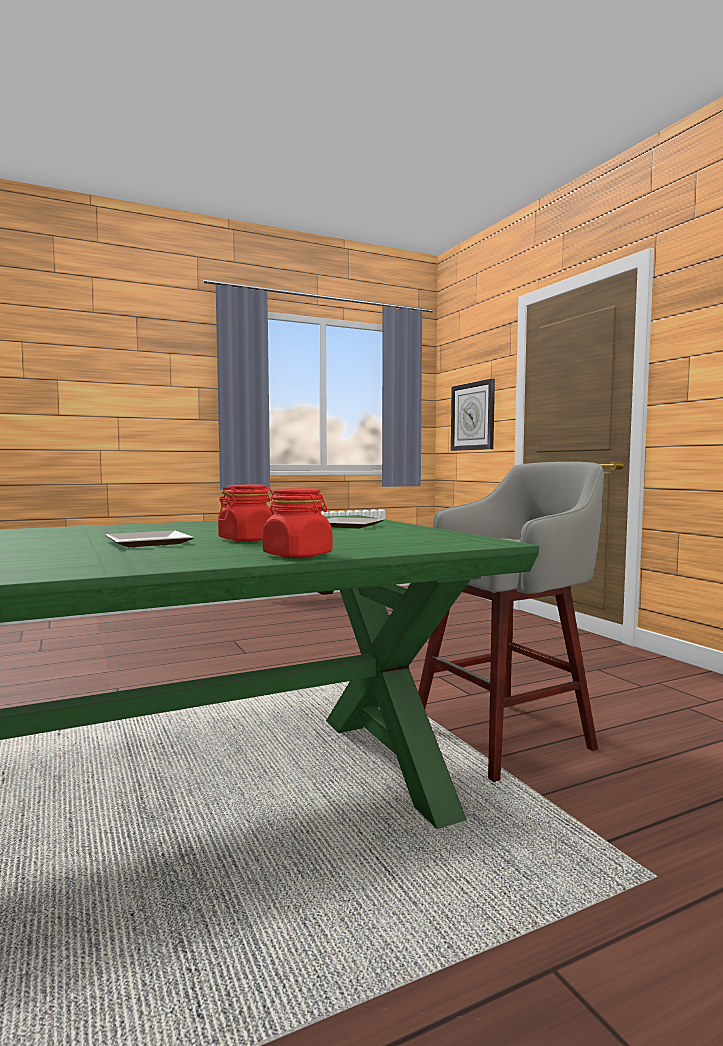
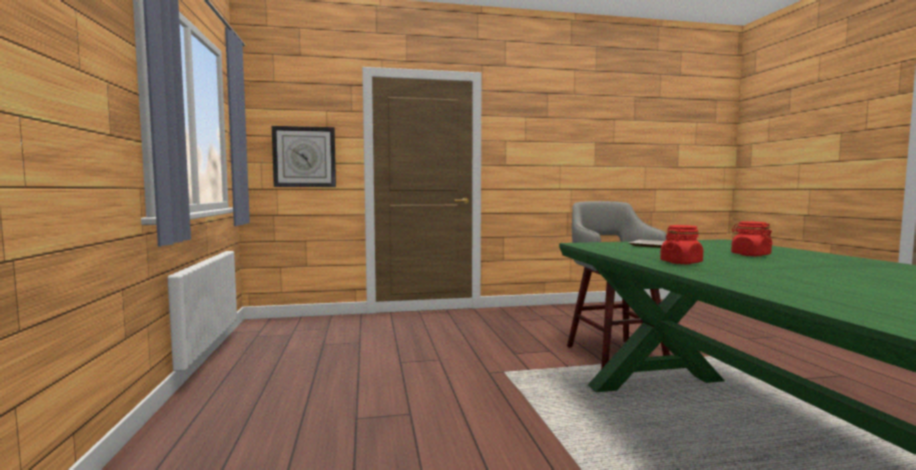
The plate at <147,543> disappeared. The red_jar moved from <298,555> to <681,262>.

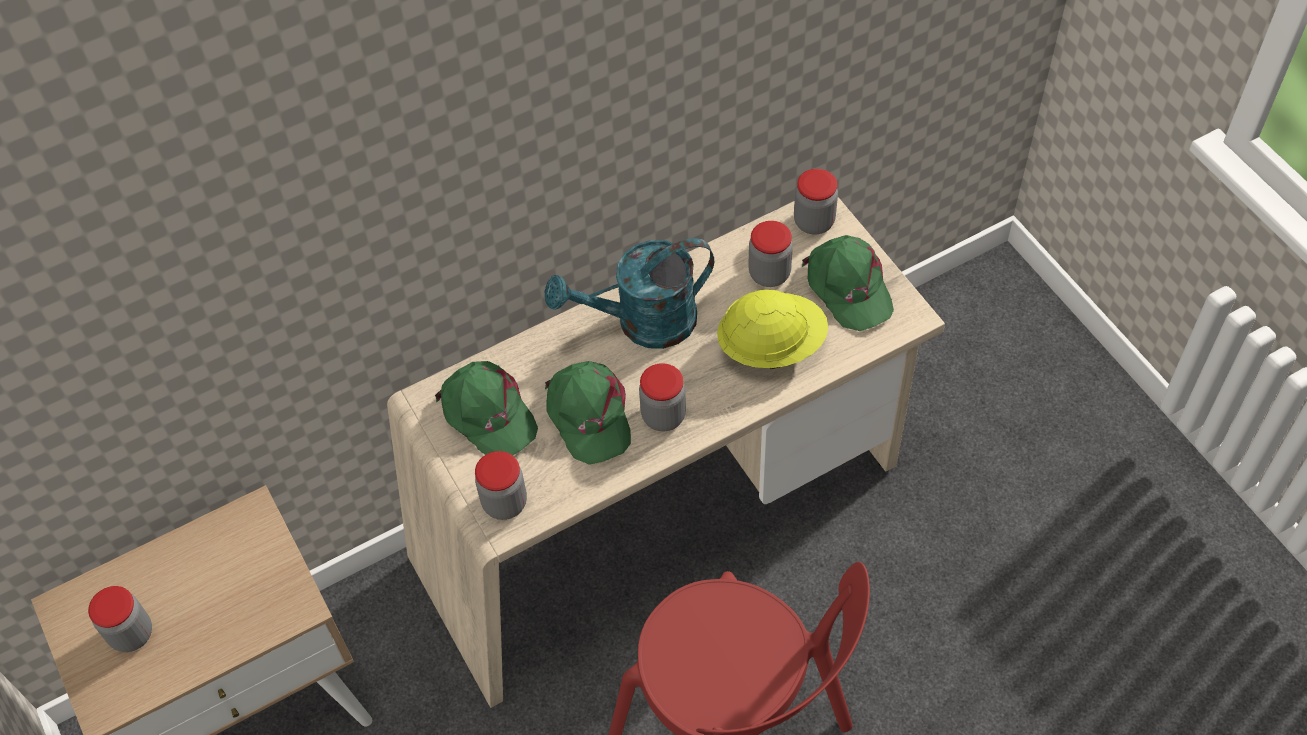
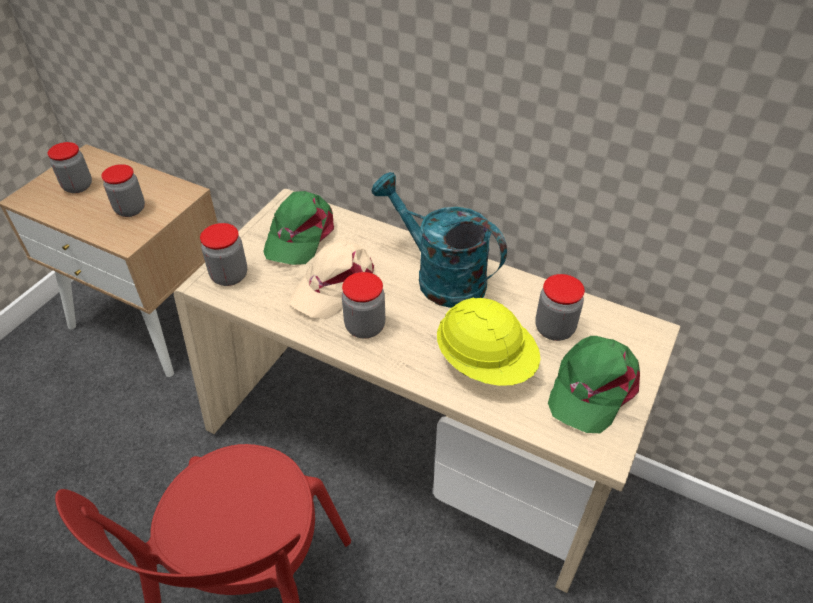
The green_cap at <588,415> became the beige_cap at <335,285>. The jar moved from <814,222> to <130,209>.

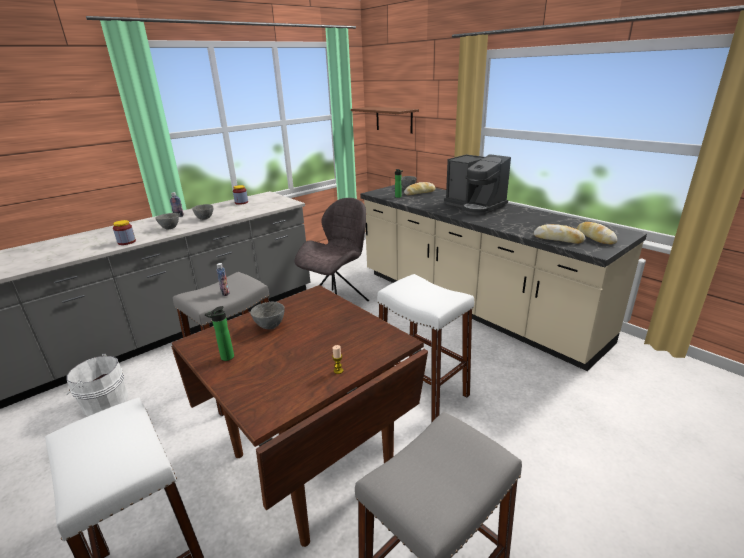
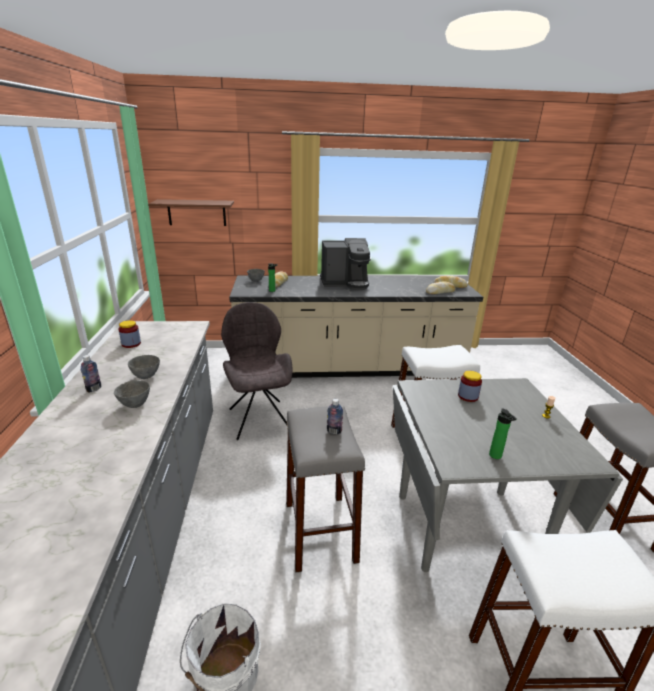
The jar moved from <126,242> to <468,396>. The brown_dining_table at <312,464> became the grey_dining_table at <466,526>. The grey_bowl at <270,326> disappeared.

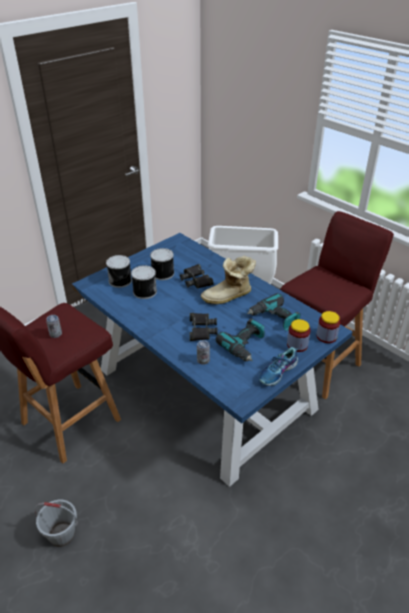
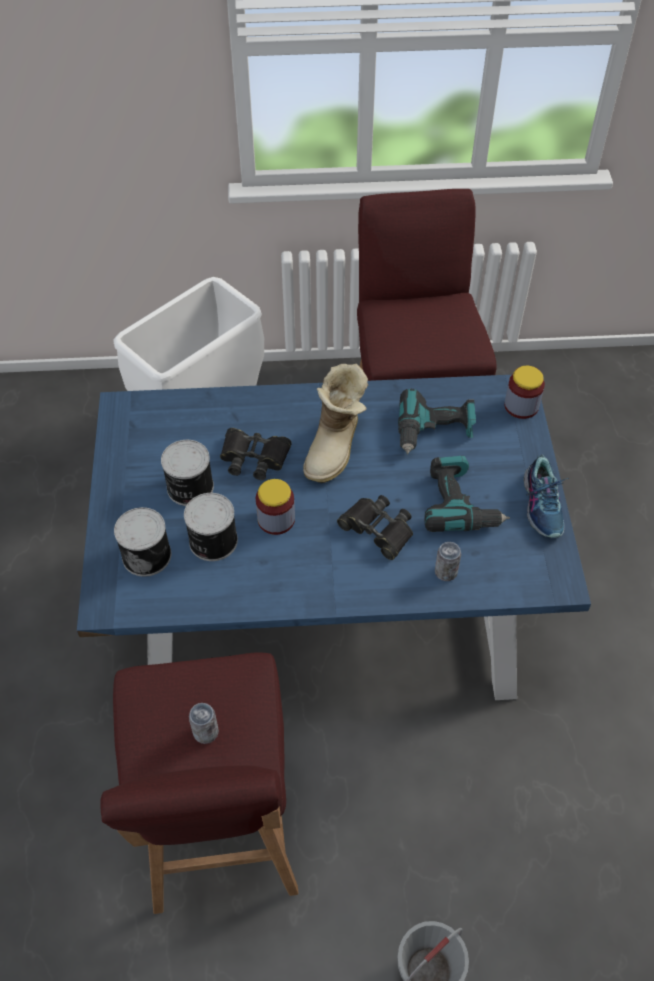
The jar moved from <297,345> to <276,519>.

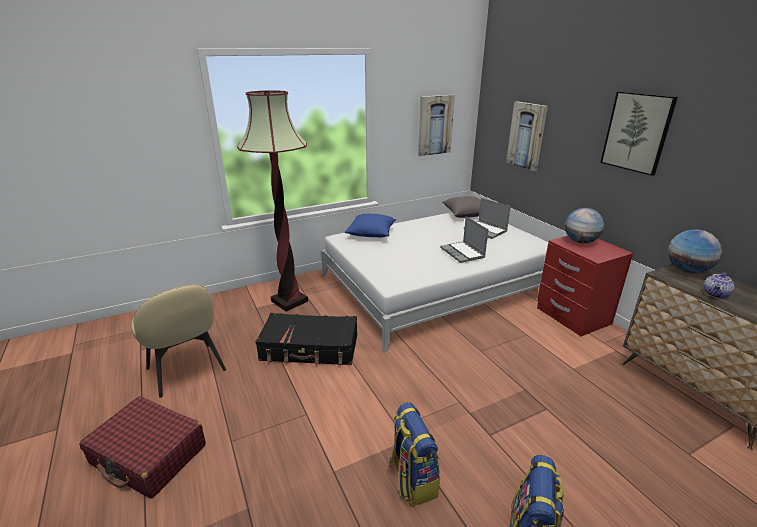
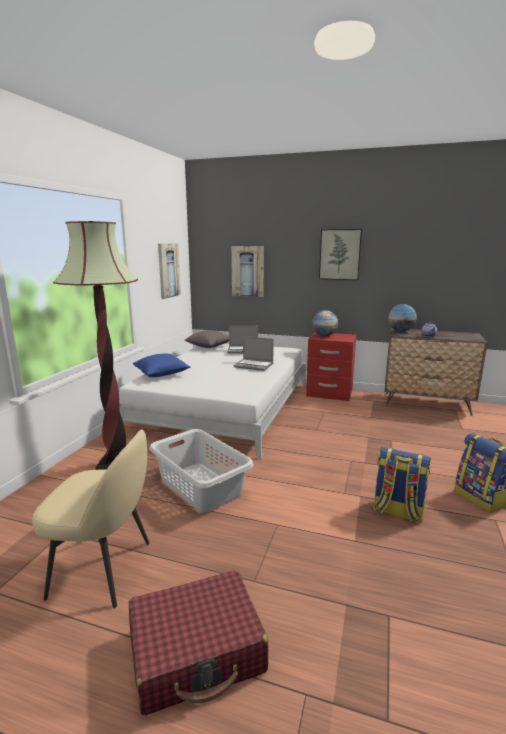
The black_suitcase at <310,348> was replaced by the grey_laundry_basket at <201,486>.

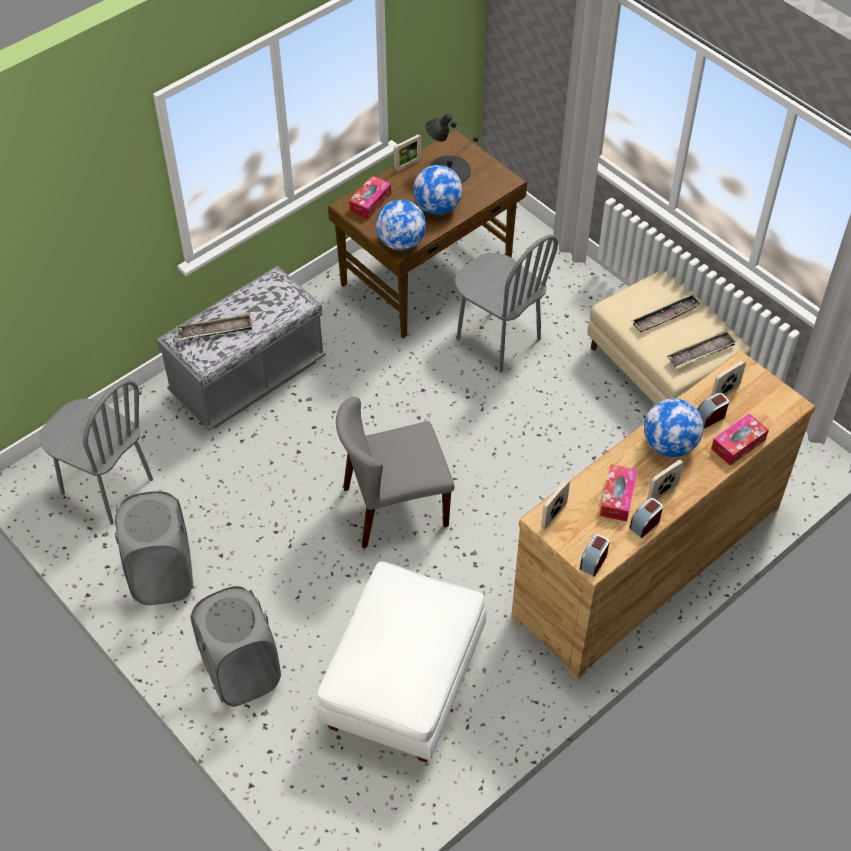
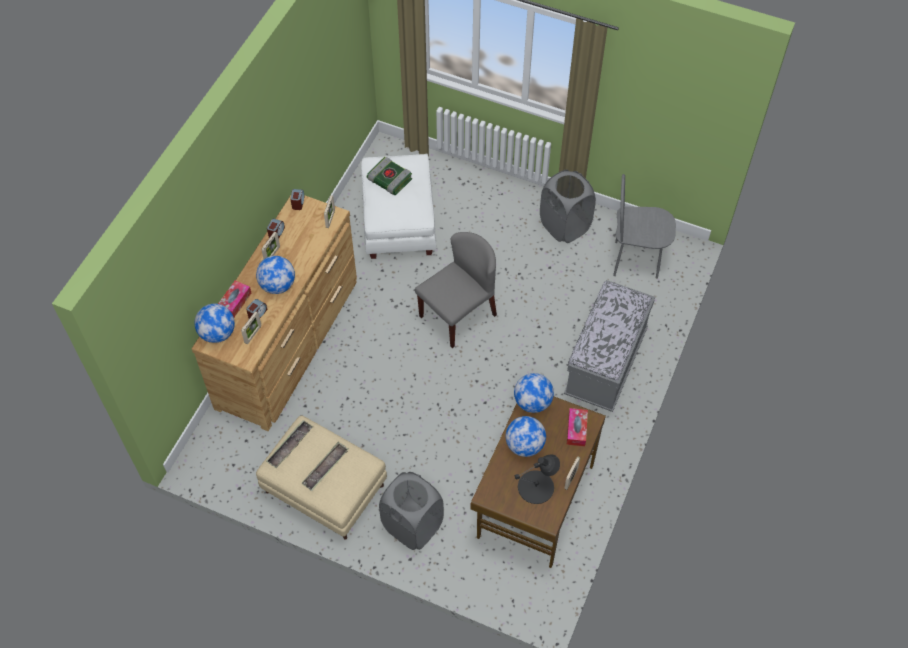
The tray at <215,330> disappeared. The grey_laundry_basket moved from <241,672> to <413,526>. The grey_chair at <498,340> disappeared. The tissue_box at <617,497> disappeared. The globe at <218,333> appeared. The book at <389,180> appeared.

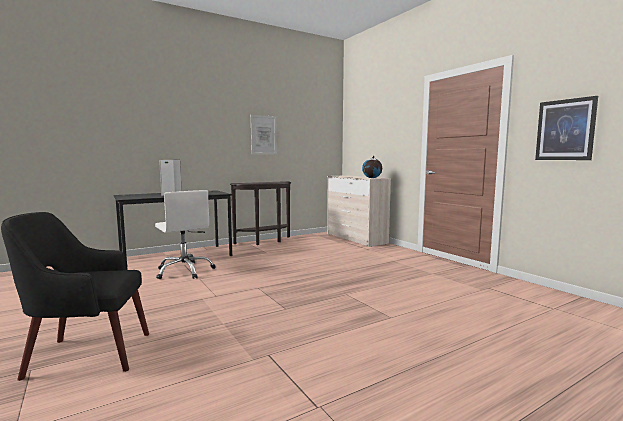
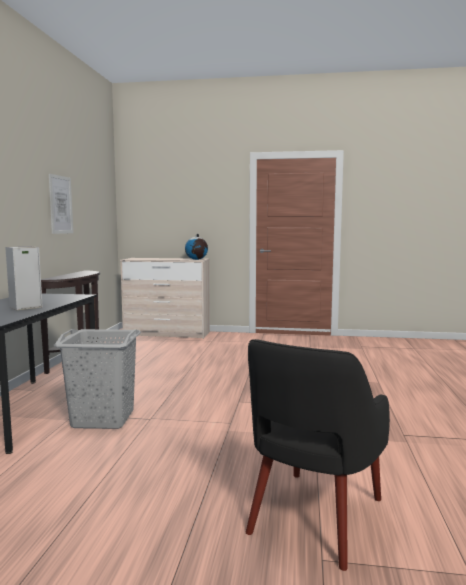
The white_office_chair at <185,271> was replaced by the grey_laundry_basket at <103,419>. The picture at <565,130> disappeared.

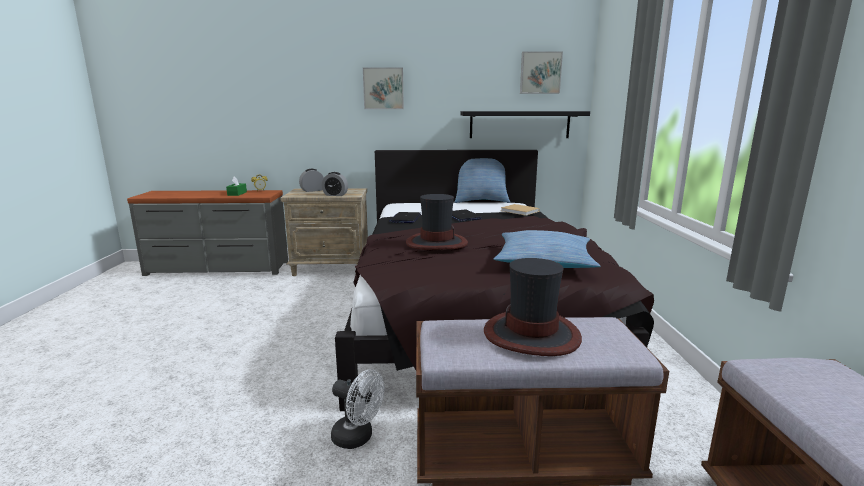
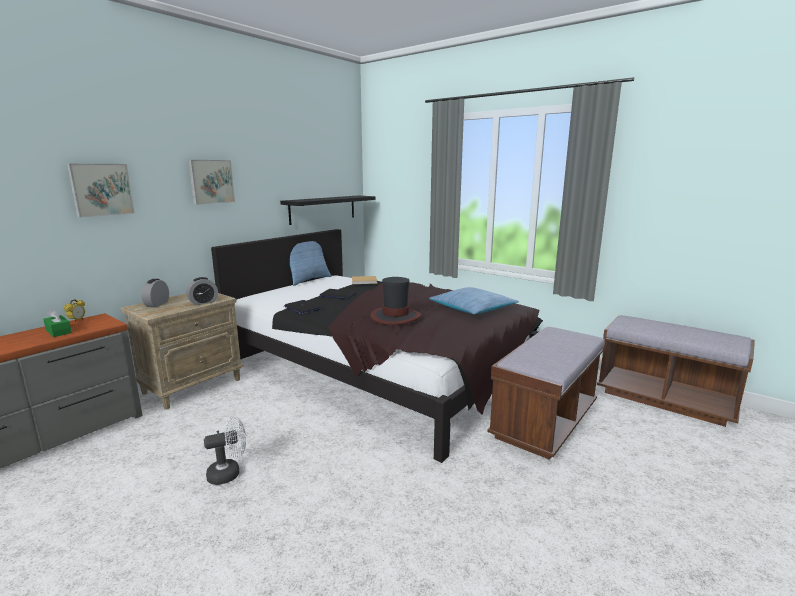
The white_fan moved from <358,438> to <229,473>. The hat at <532,334> disappeared. The picture moved from <540,73> to <101,189>.

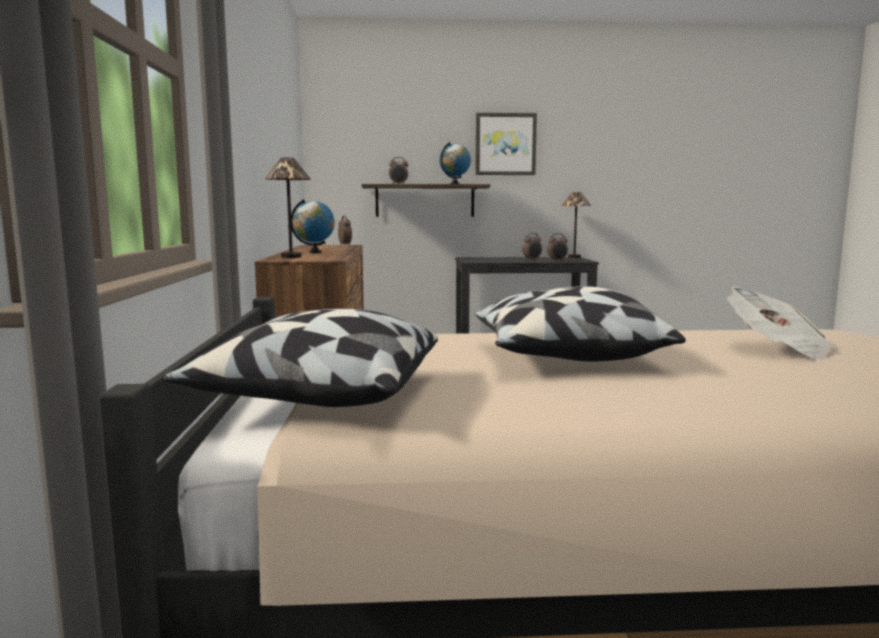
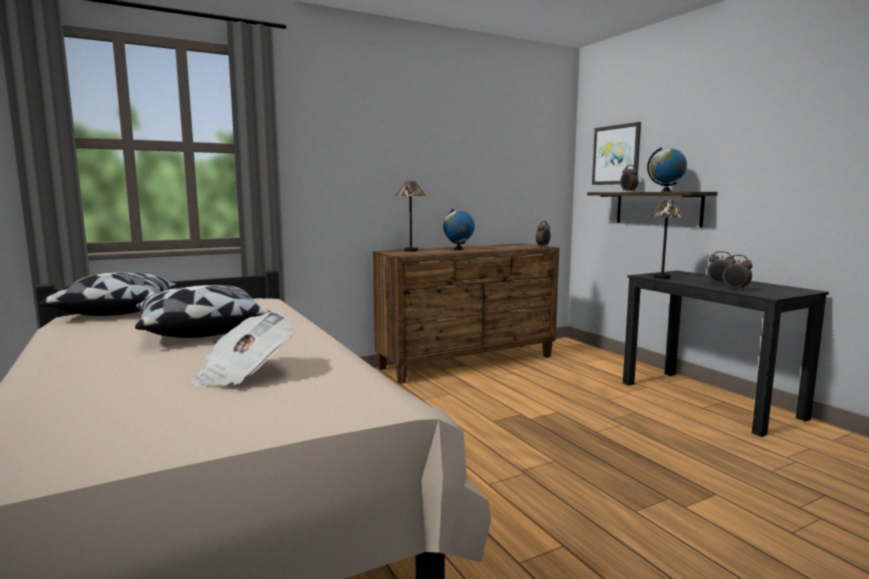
The picture moved from <505,144> to <616,155>. The table_lamp moved from <574,257> to <662,277>.

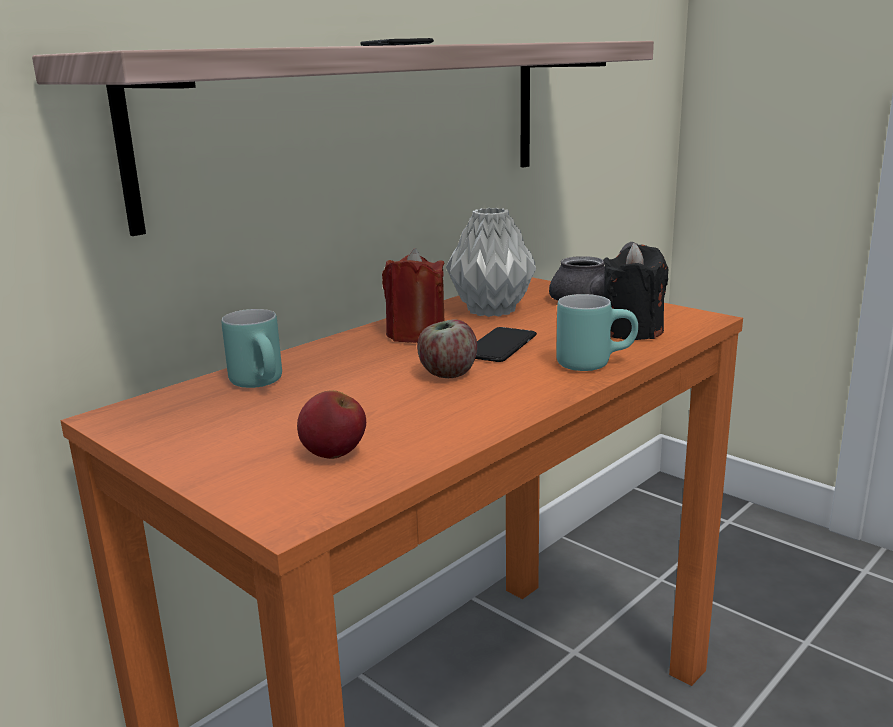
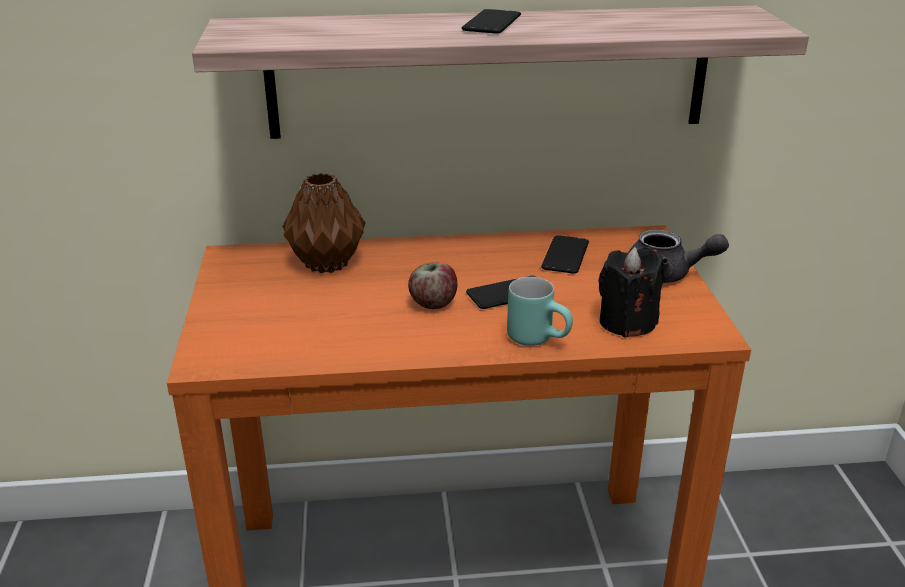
The turquoise_mug at <264,384> was replaced by the brown_vase at <327,263>. The apple at <334,454> disappeared. The red_candle at <415,334> disappeared. The grey_vase at <490,311> was replaced by the phone at <565,255>.

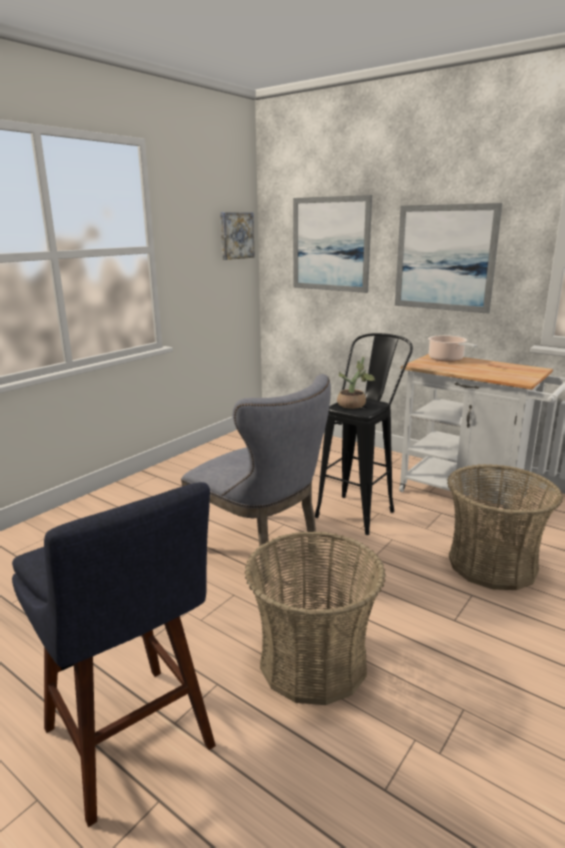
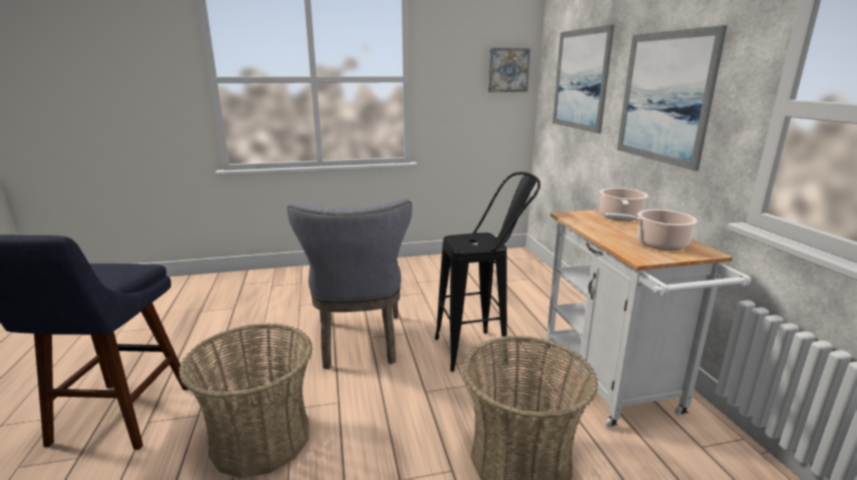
The potted_plant at <354,405> disappeared. The cooking_pot at <657,244> appeared.

